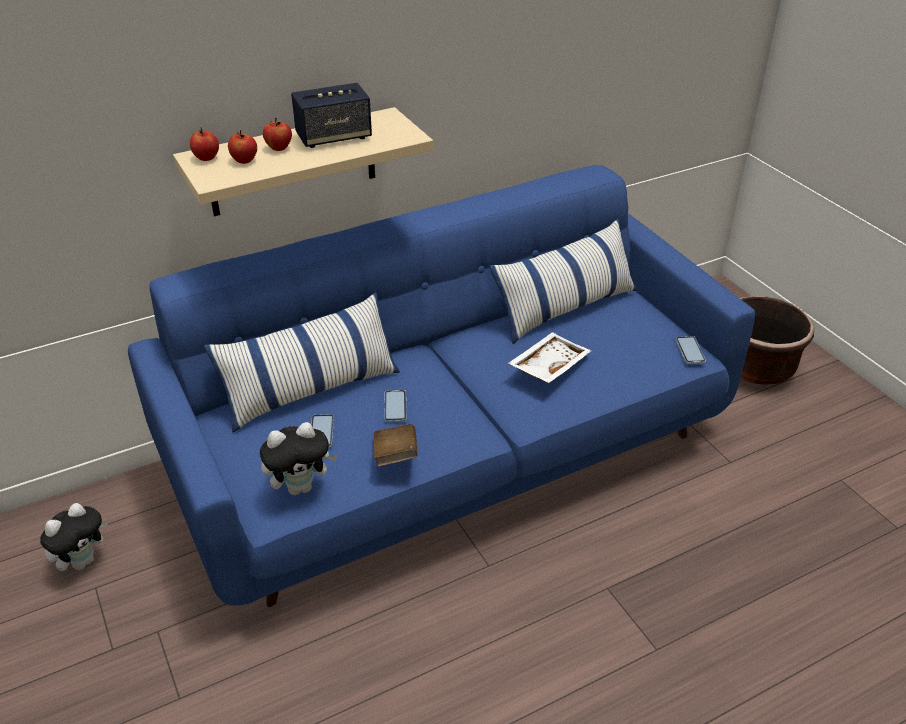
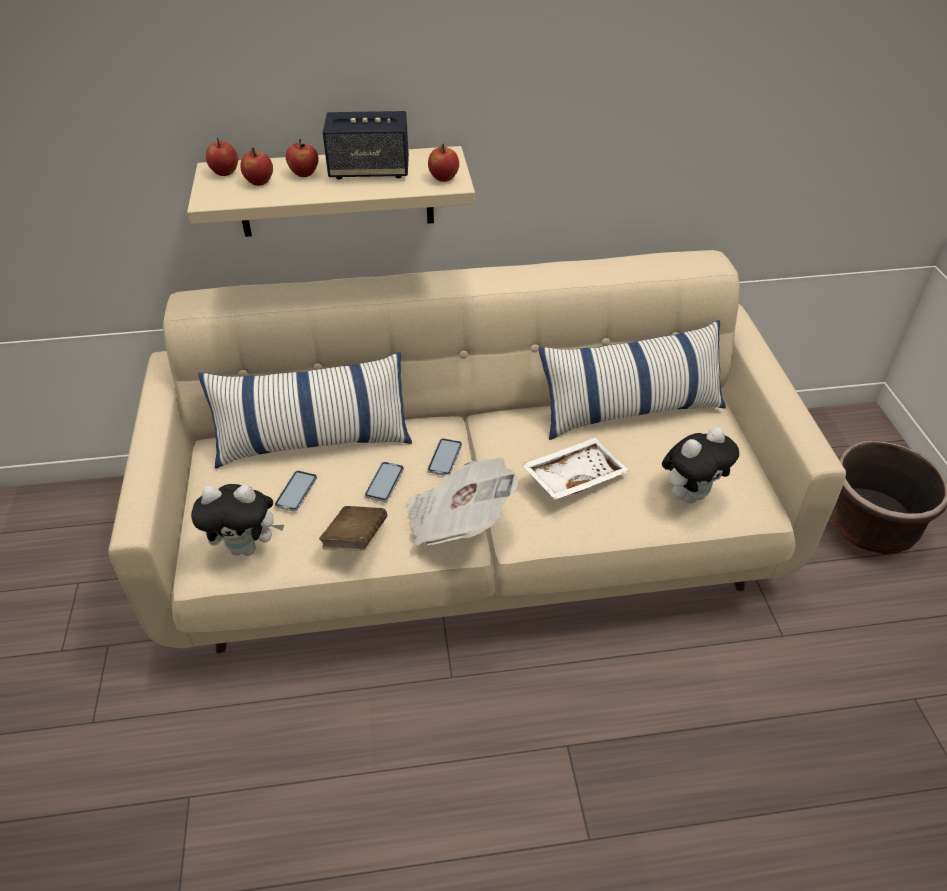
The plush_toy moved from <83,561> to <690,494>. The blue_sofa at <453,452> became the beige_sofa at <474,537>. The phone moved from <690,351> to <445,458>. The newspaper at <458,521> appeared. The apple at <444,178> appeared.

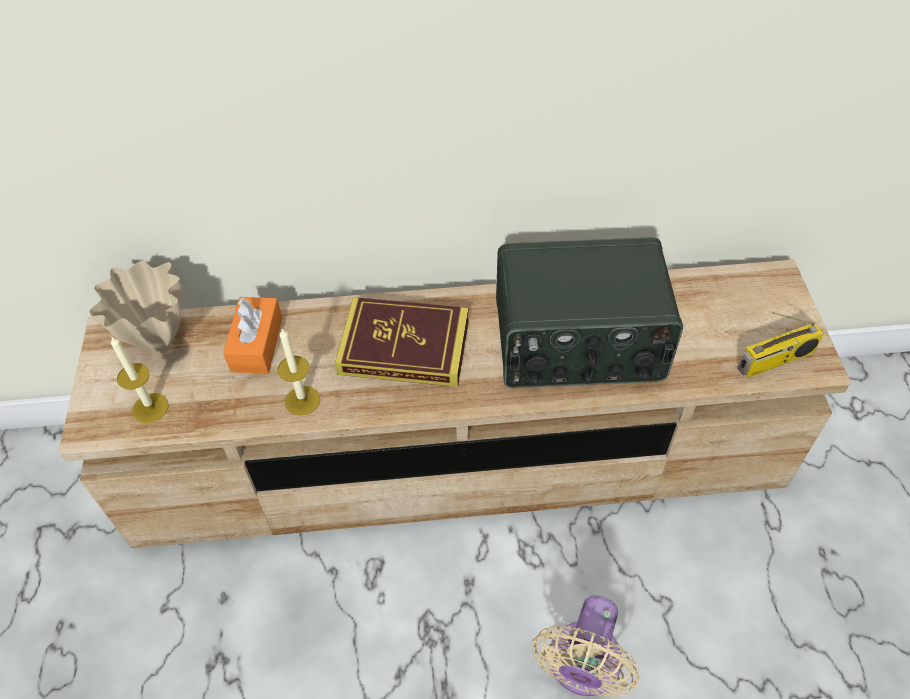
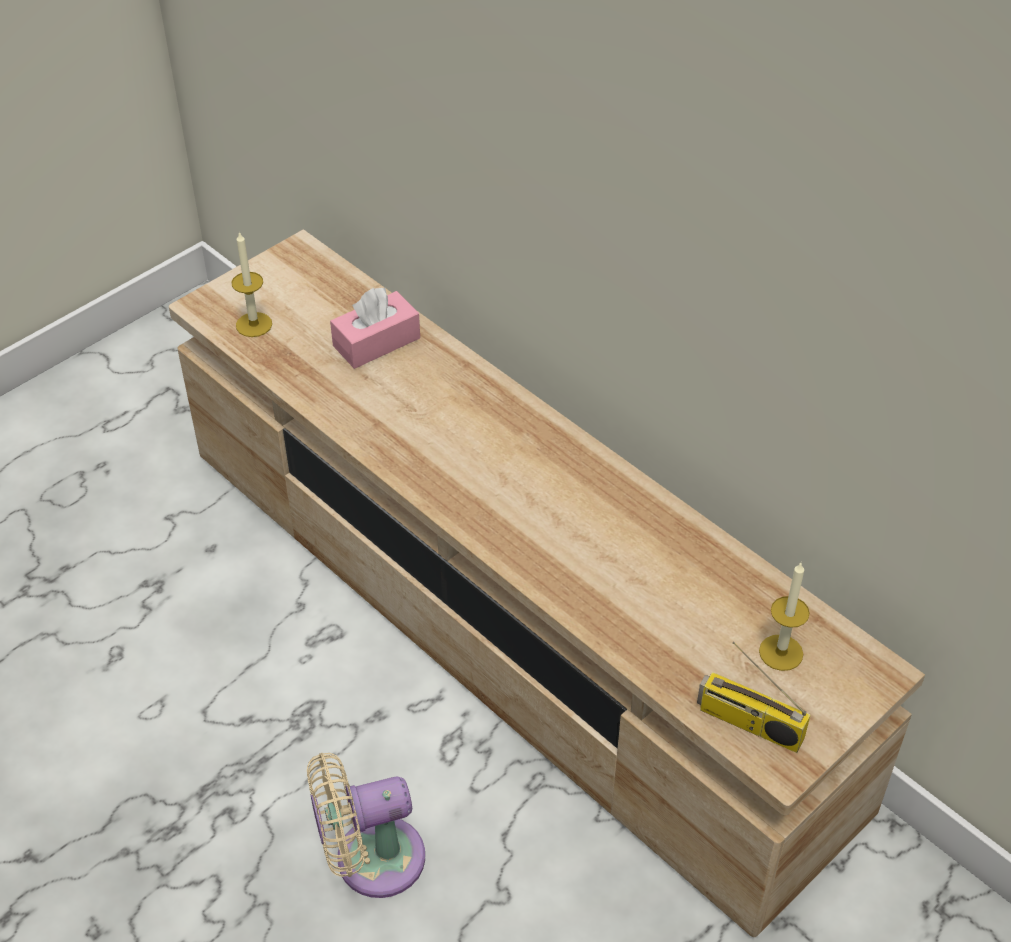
The beige_vase at <161,344> disappeared. The orange_tissue_box at <257,344> became the pink_tissue_box at <376,342>. The candle moved from <302,400> to <781,652>. The book at <404,347> disappeared. The radio at <578,344> disappeared.

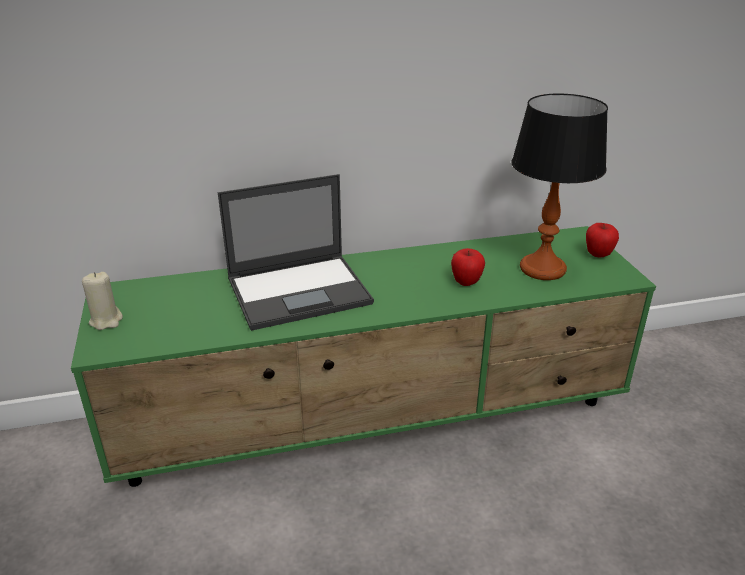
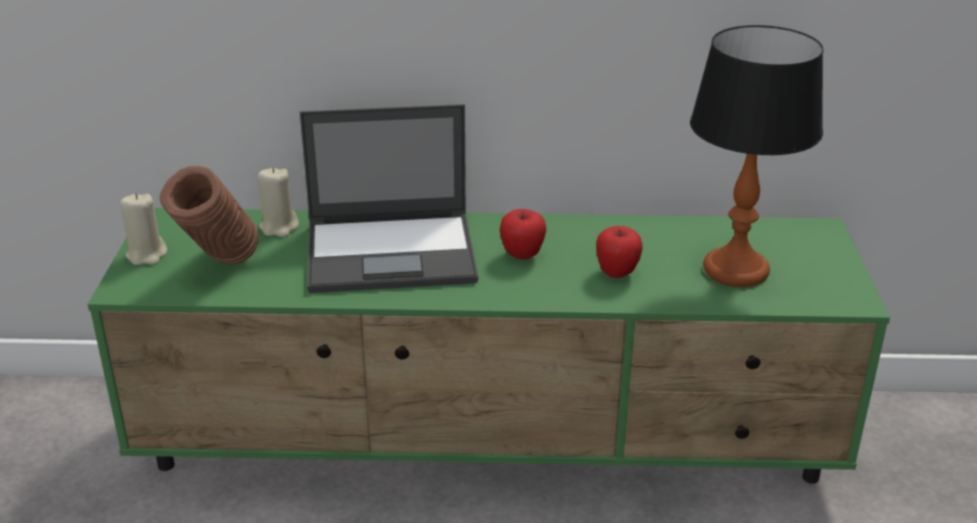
The apple moved from <598,255> to <522,255>. The brown_vase at <219,268> appeared. The beige_candle at <279,227> appeared.

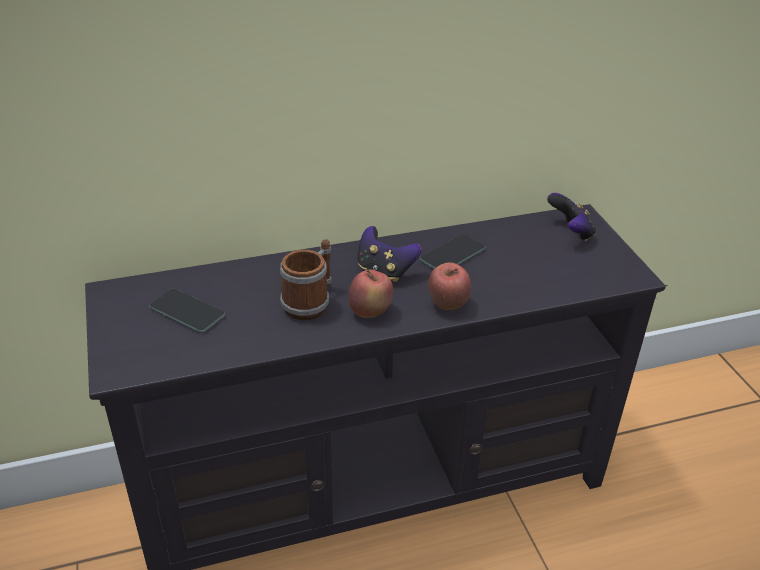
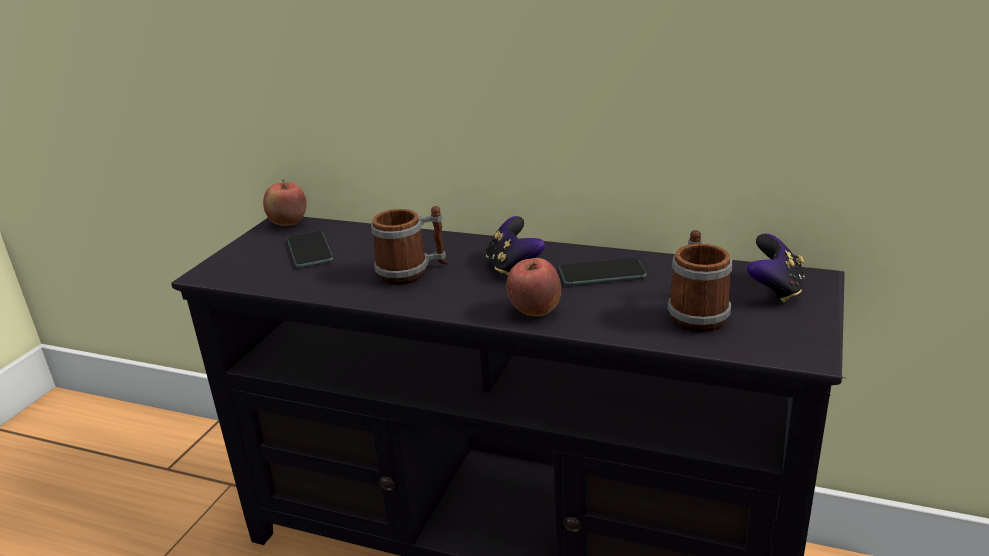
The apple moved from <370,312> to <288,224>. The mug at <696,312> appeared.

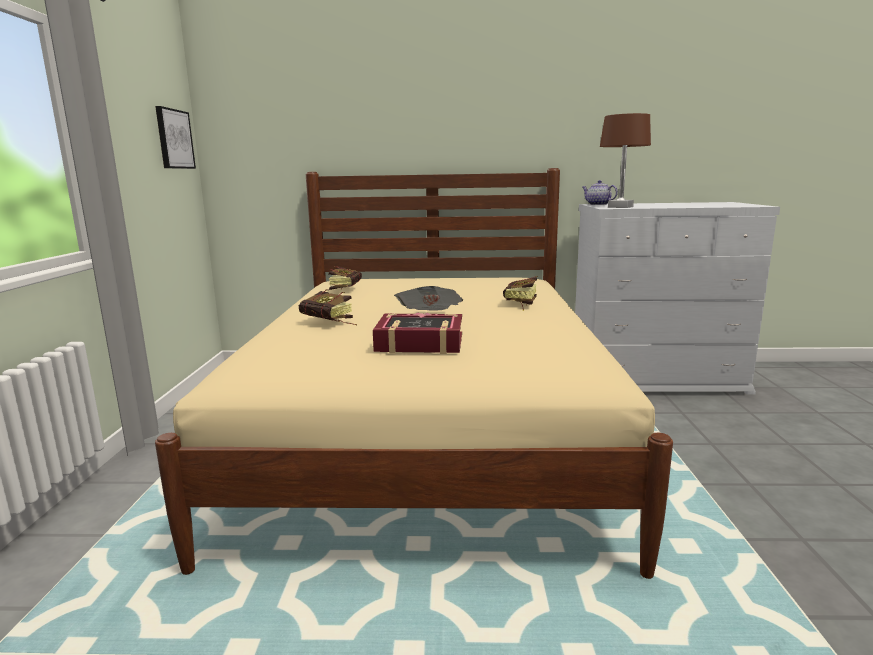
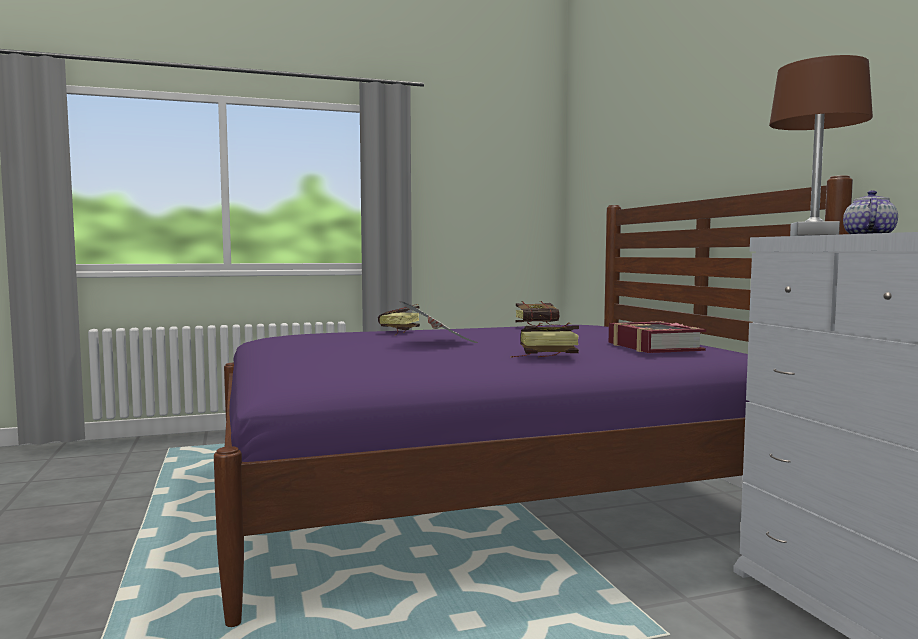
The picture at <174,139> disappeared. The beige_bed at <428,434> became the purple_bed at <487,494>. The book moved from <420,343> to <653,347>.

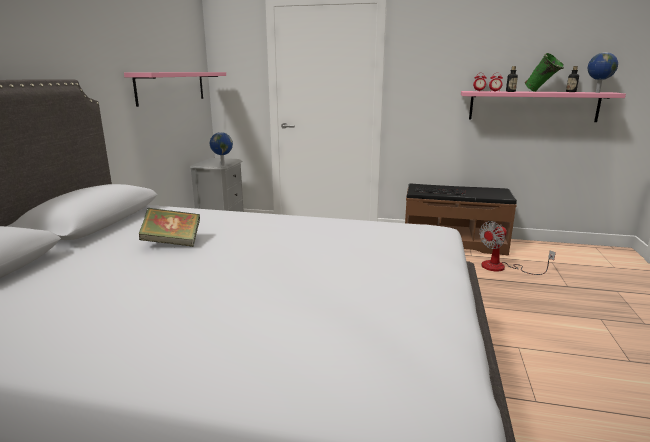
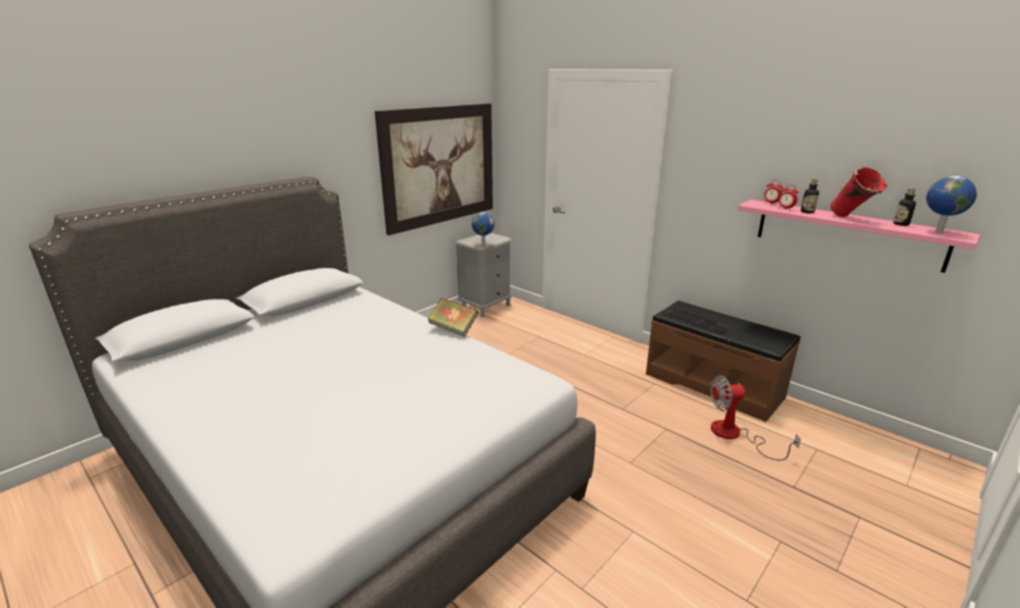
The pink_shelf at <172,87> was replaced by the picture at <440,166>. The book moved from <172,243> to <453,329>. The green_vase at <542,92> became the red_vase at <851,219>.

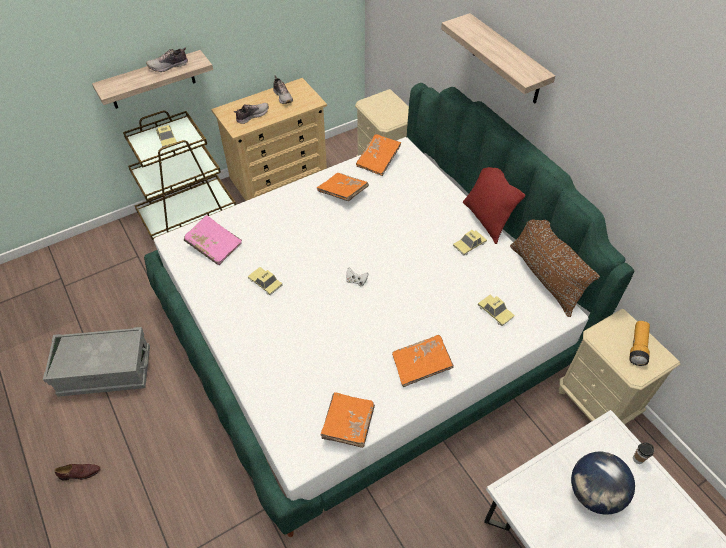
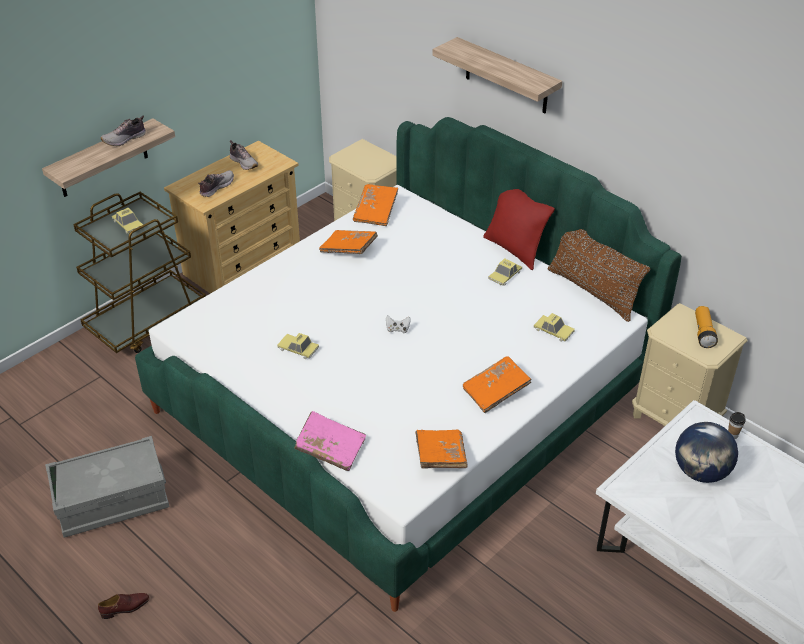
The pink_book moved from <214,245> to <330,448>.

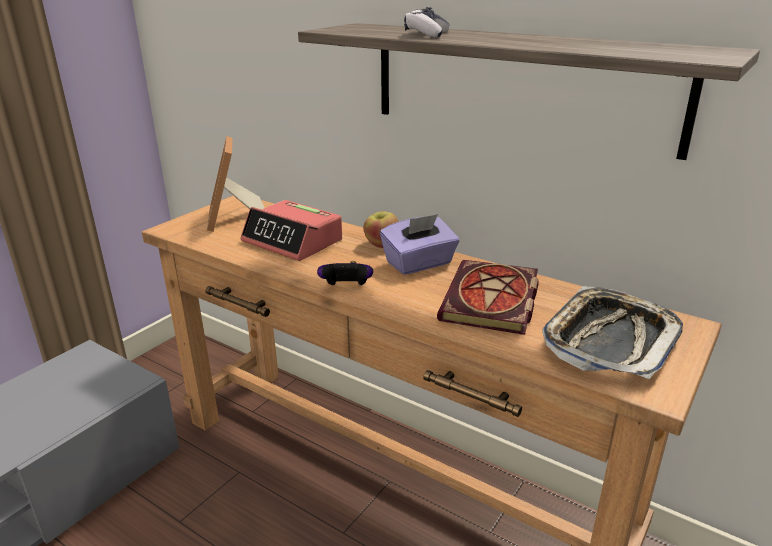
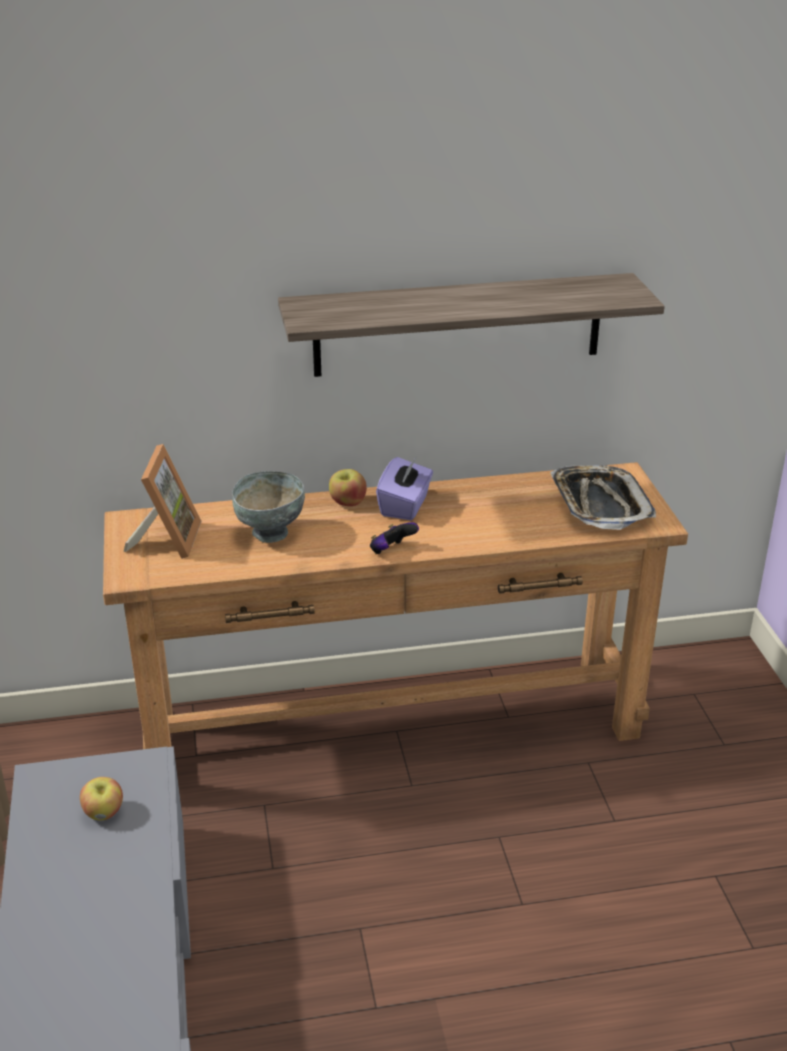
The picture_frame at <232,219> turned 120 degrees counterclockwise. The alarm_clock at <293,241> was replaced by the grey_bowl at <270,534>. The game_controller at <426,34> disappeared. The book at <492,302> disappeared. The apple at <104,813> appeared.

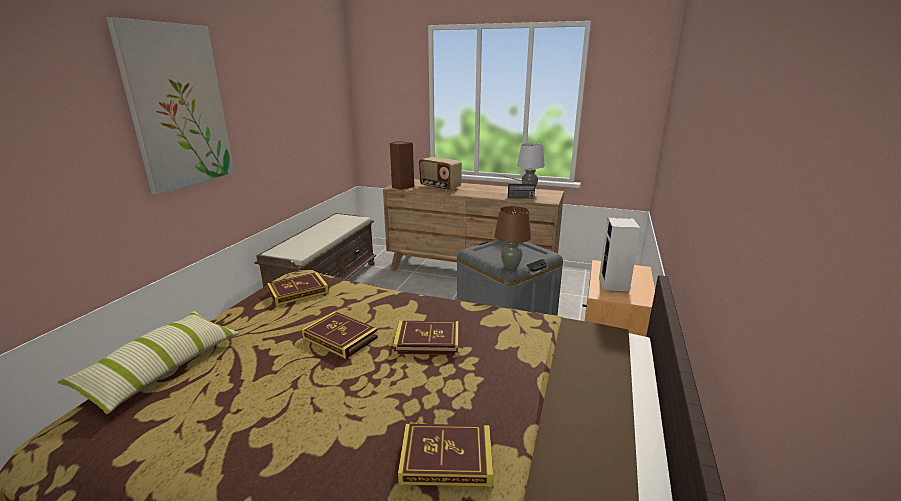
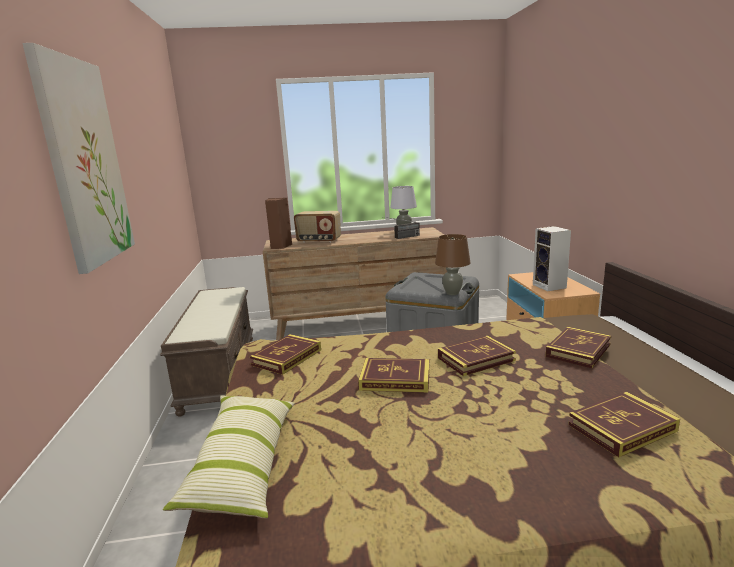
The book at <578,350> appeared.

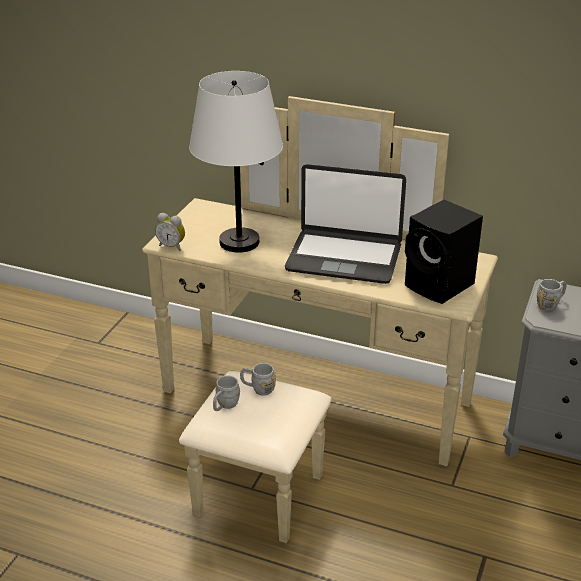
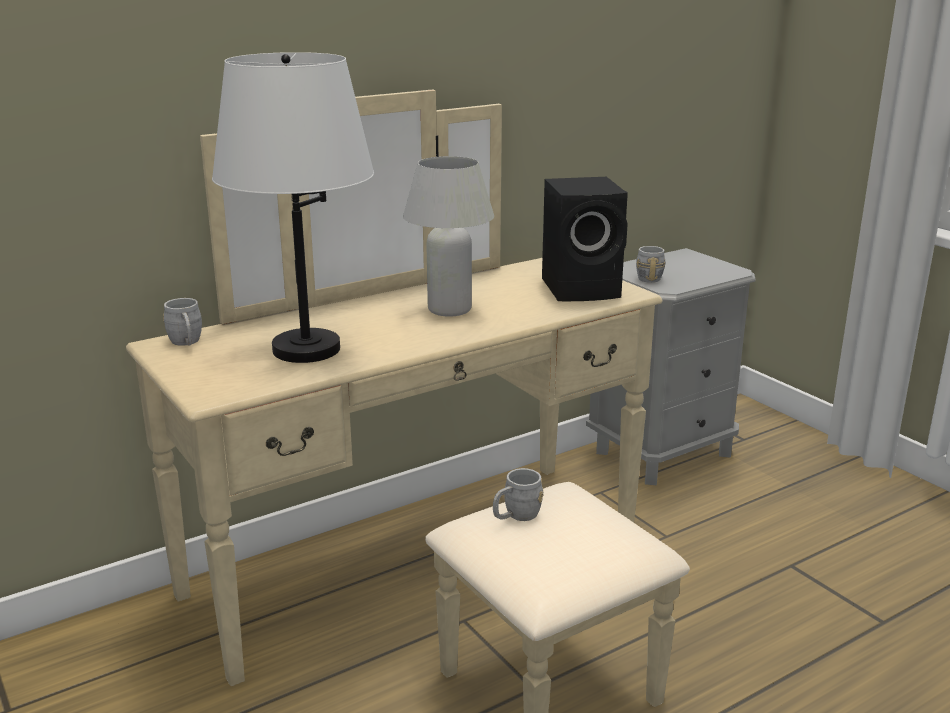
The alarm_clock at <172,246> disappeared. The grey_mug moved from <225,406> to <186,343>. The laptop at <344,257> was replaced by the white_table_lamp at <449,309>.

